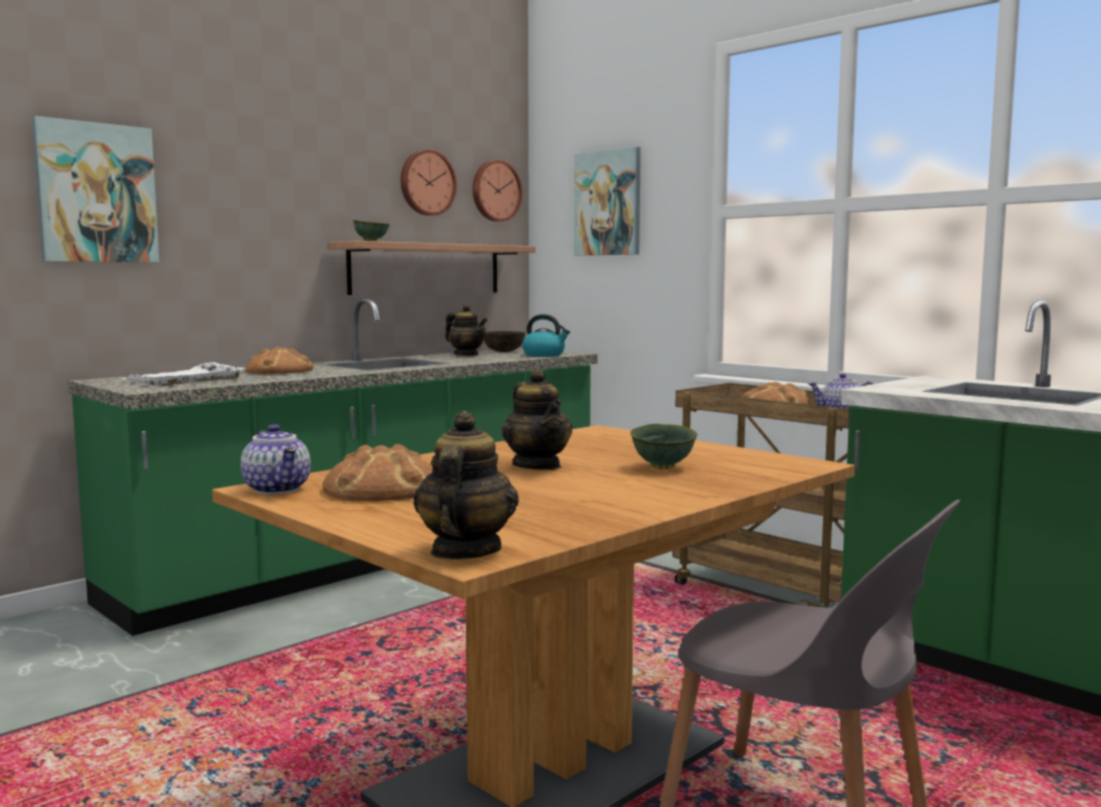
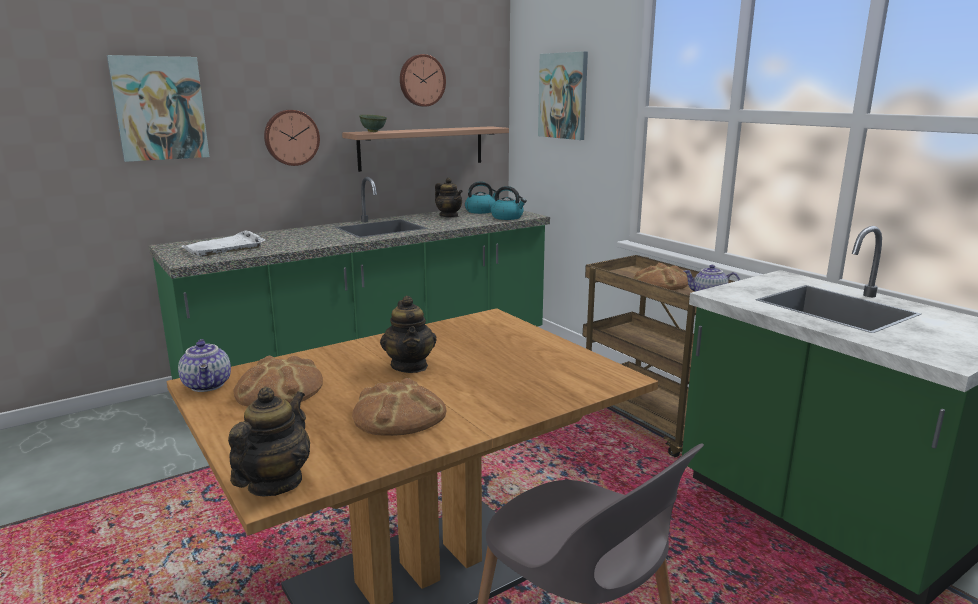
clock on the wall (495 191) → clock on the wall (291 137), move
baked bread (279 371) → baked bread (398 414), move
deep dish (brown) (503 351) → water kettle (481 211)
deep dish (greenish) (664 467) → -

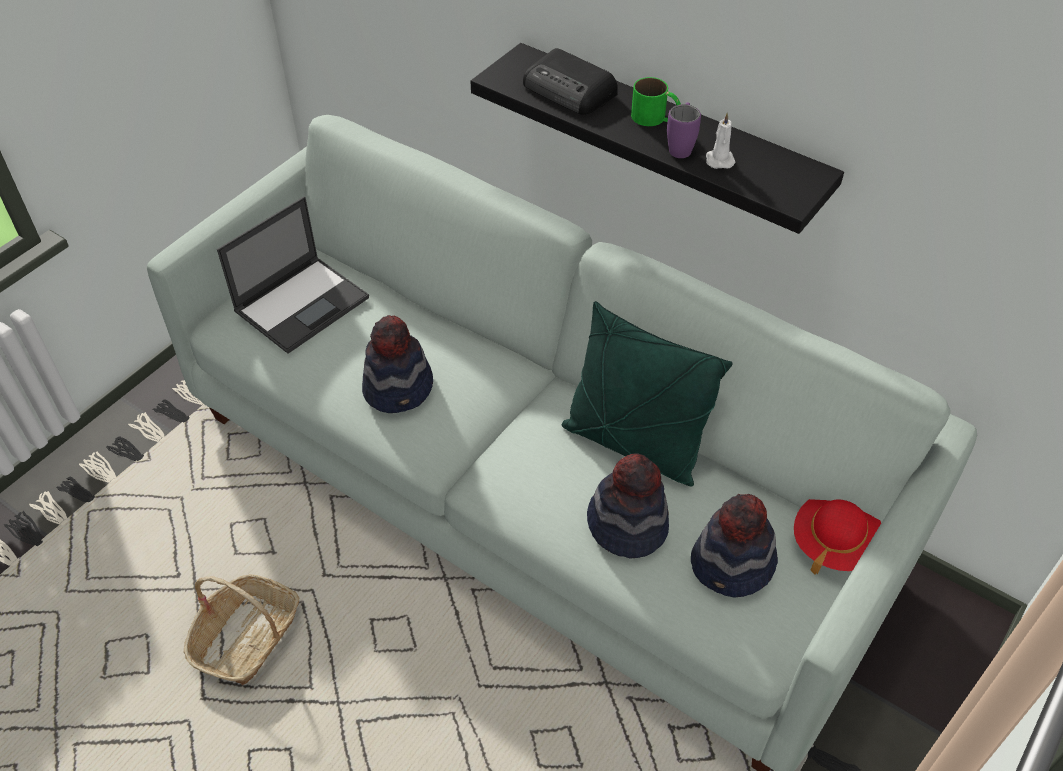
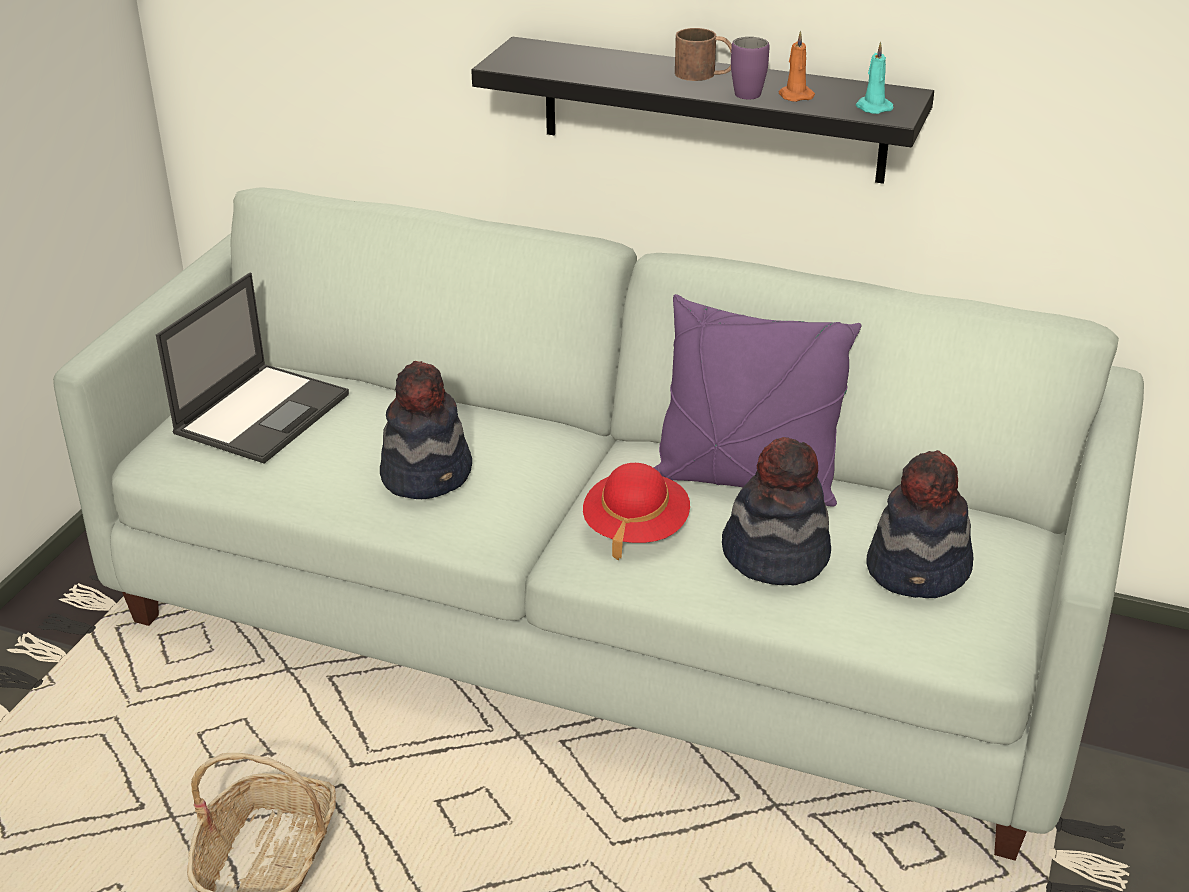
hat (reddish) (833 543) → hat (reddish) (635 528), move
throw pillow (greenish) (634 444) → throw pillow (purplish) (746 480)
tea mug (greenish) (656 118) → tea mug (brown) (705 74)
candle (white-coloured) (719 159) → candle (orangey) (794 95)
- → candle (turquoise-coloured) (872 107)
radio receiver (570 90) → -

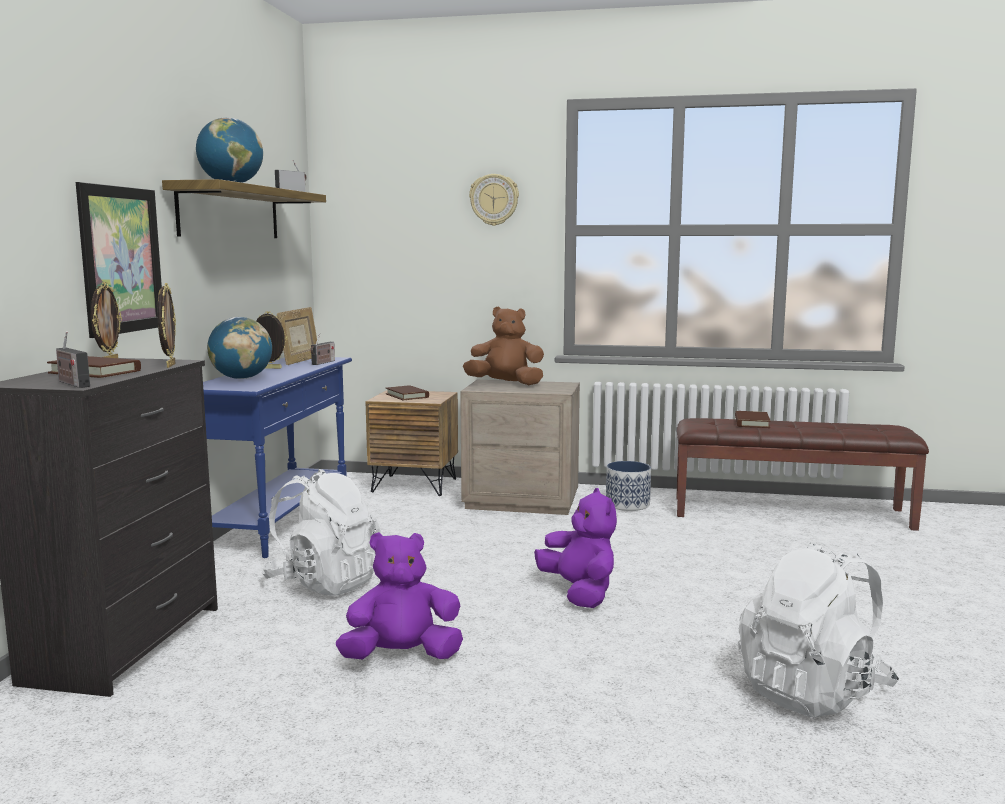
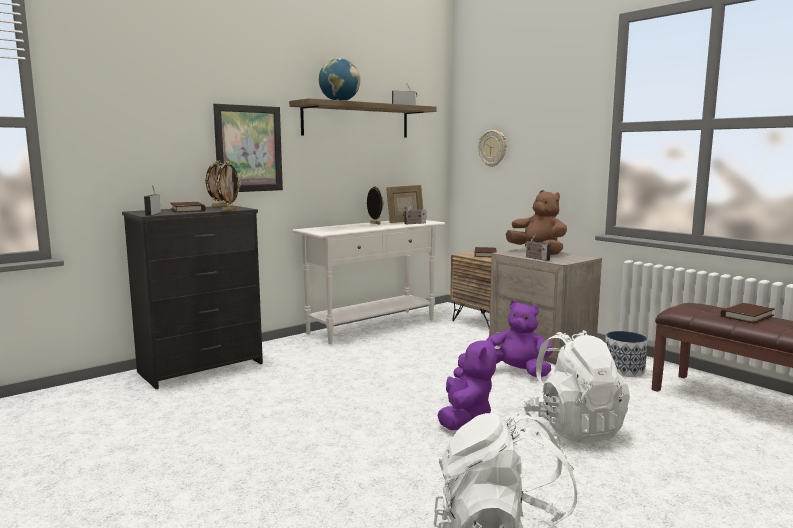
hall table (blue) (282 521) → hall table (white-coloured) (373 326)
clock on the wall (494 200) → clock on the wall (493 148), move
soft toy (purplish) (402 656) → soft toy (purplish) (517 371), move
knapsack (white-coloured) (324 583) → knapsack (white-coloured) (574 428), move
- → radio receiver (536 258)
globe (242 378) → -

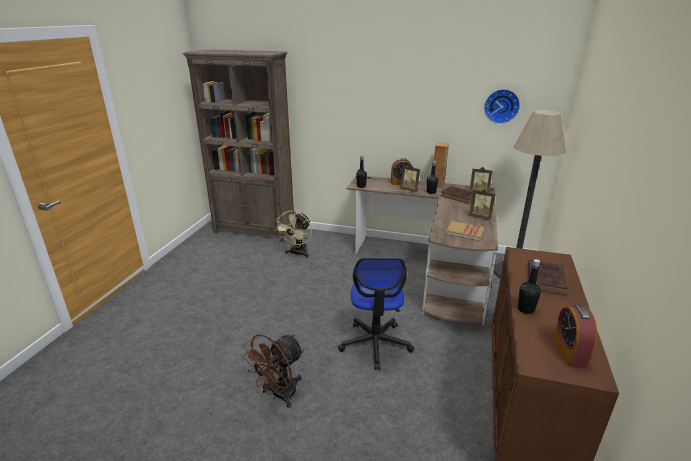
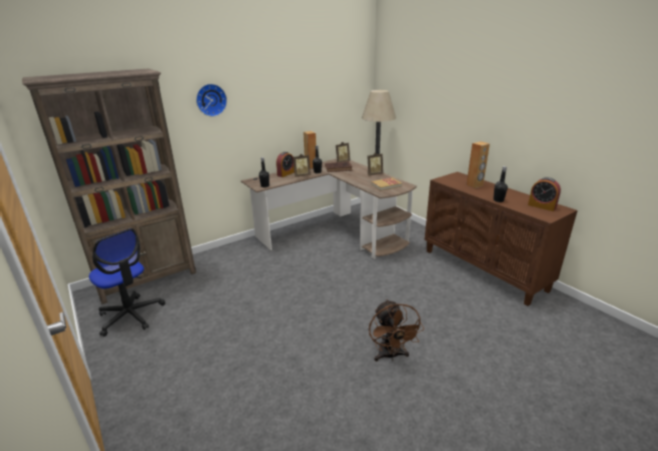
desk chair (375 344) → desk chair (131 315), move
clock on the wall (501 106) → clock on the wall (210 100), move
book (brown) (545 279) → audio speaker (brown) (474 185)
cooling fan (sand-coloured) (297 254) → -

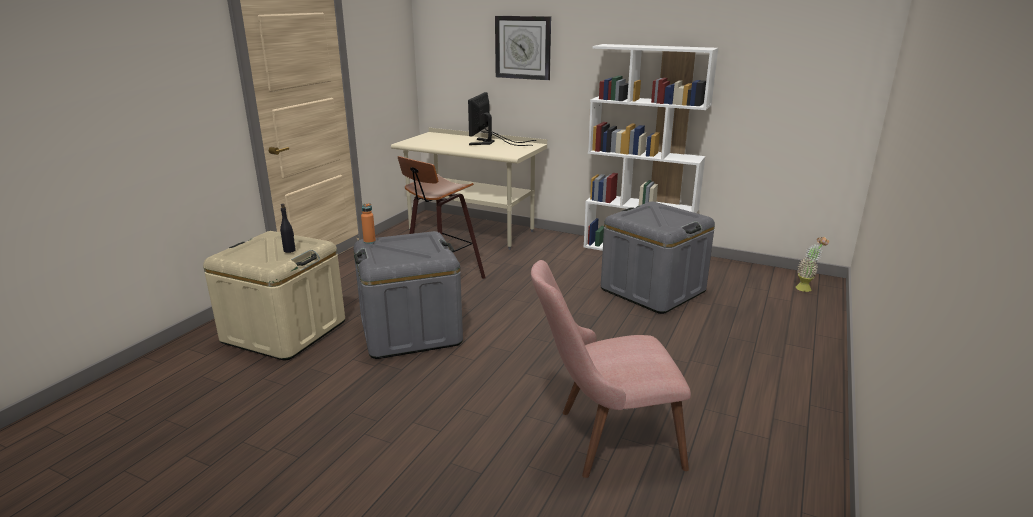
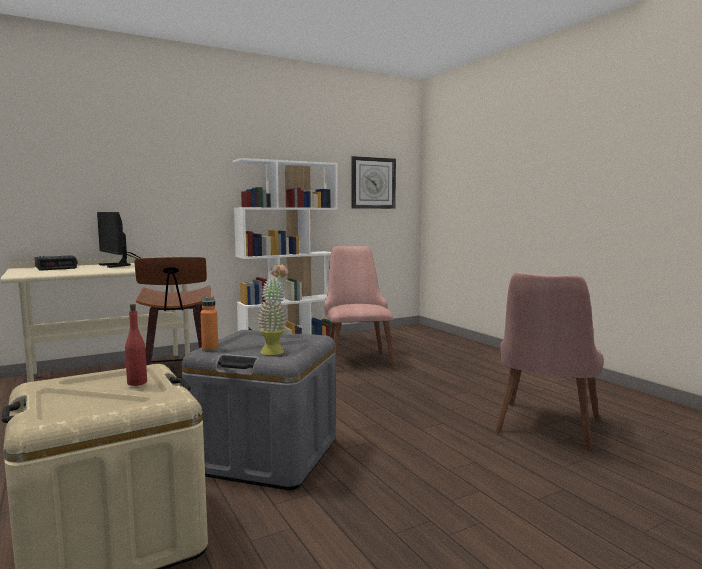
- → bedside clock (56 268)
drink bottle (blackish) (289 250) → drink bottle (reddish) (137 383)
potted plant (806 288) → potted plant (274 350), move
storage bin (grey) (652 290) → plain chair (pink-coloured) (356 358)
clock on the wall (523 47) → clock on the wall (373 183), move

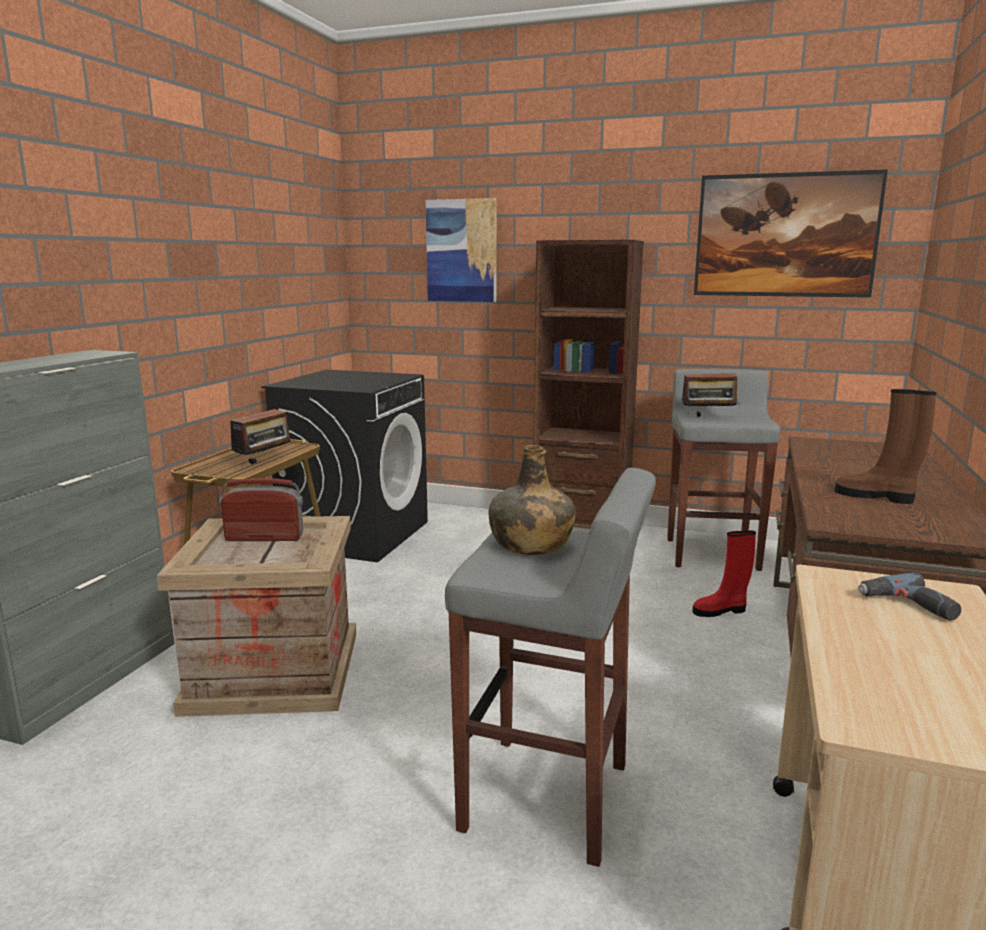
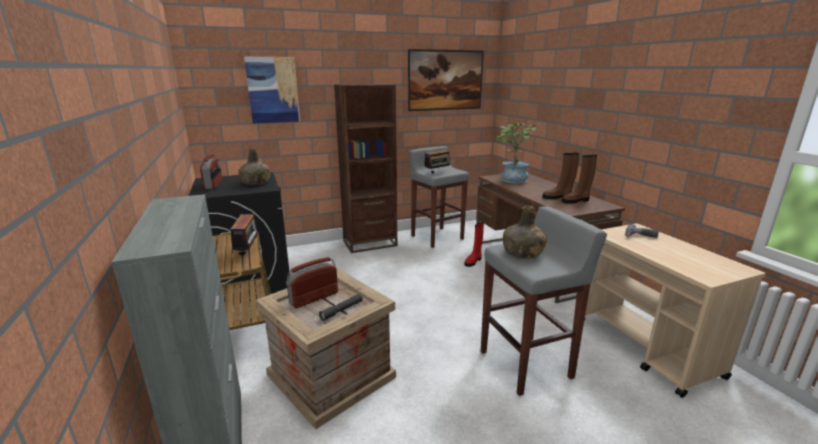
- → radio receiver (214 185)
- → drink bottle (greenish) (255 183)
- → torch (grey) (341 310)
- → potted plant (512 181)
- → tall boot (brown) (576 201)

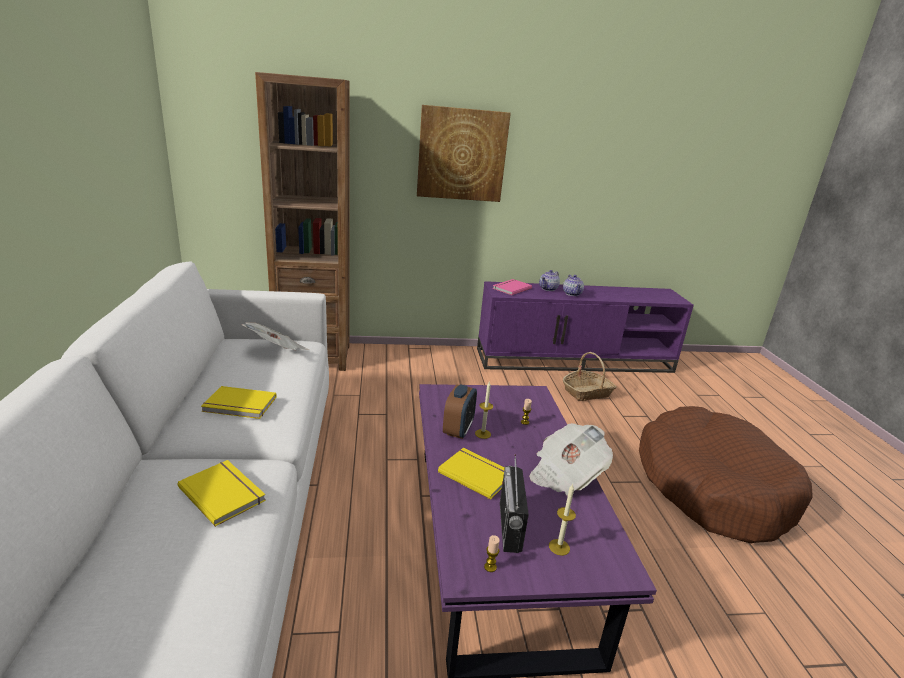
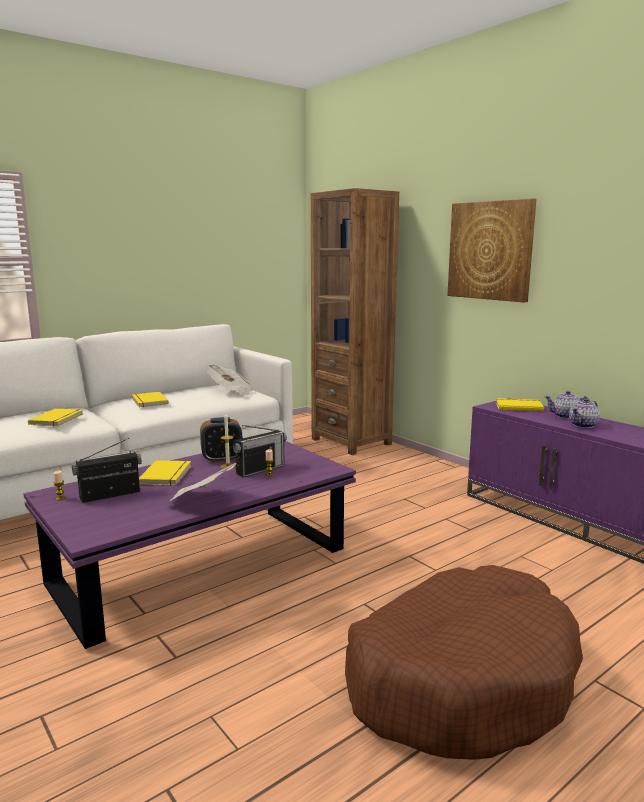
- → radio receiver (260 470)
book (pink-coloured) (511 288) → book (yellow) (518 406)
candle (559 547) → -
storage basket (587 392) → -

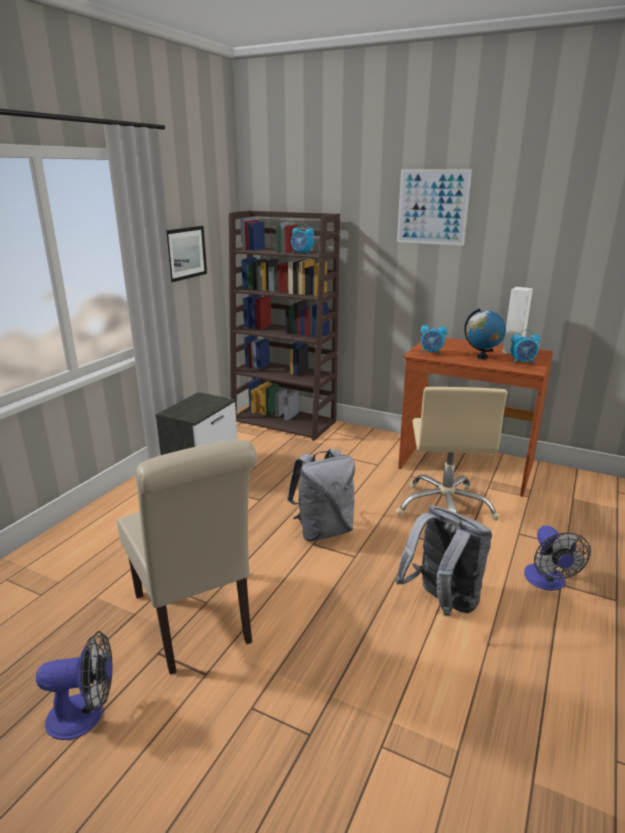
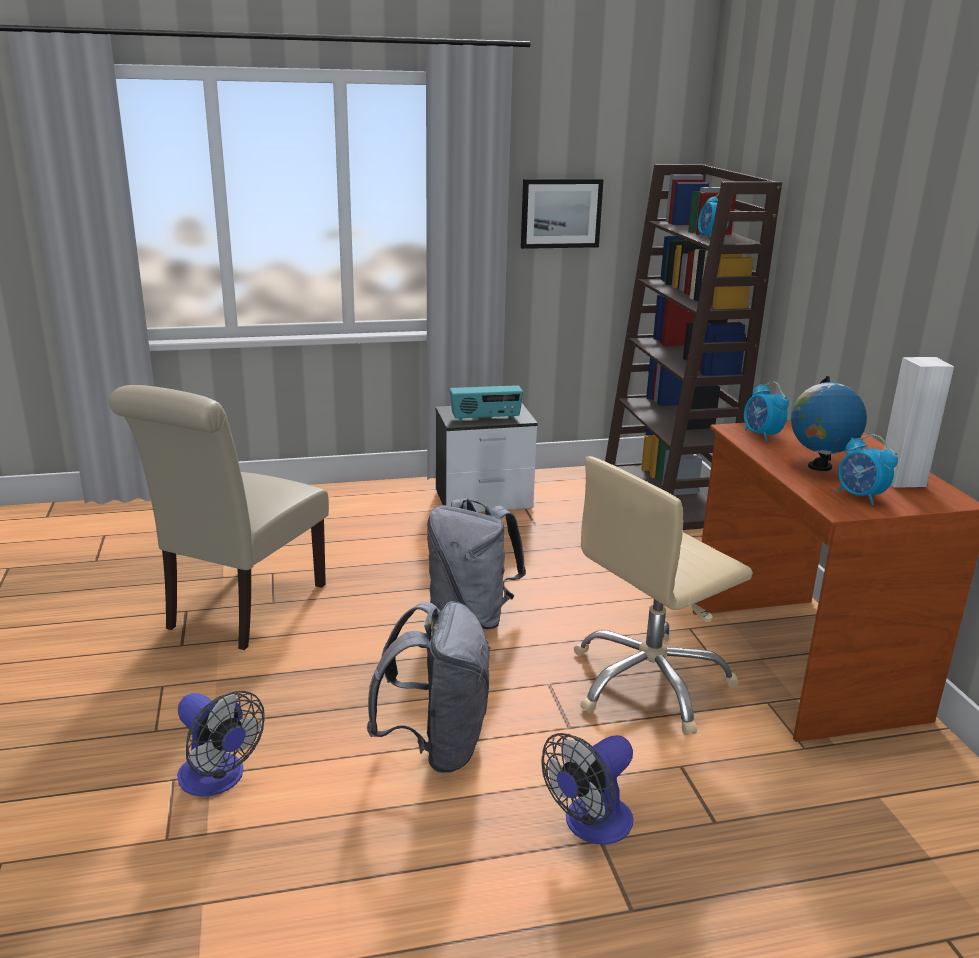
cooling fan (85 714) → cooling fan (218 780), move
- → radio receiver (485 419)
wall picture (432 207) → -

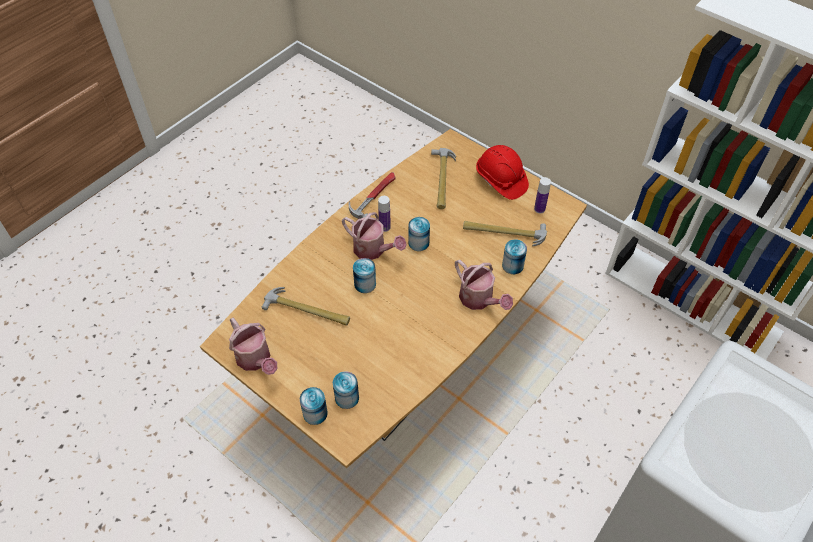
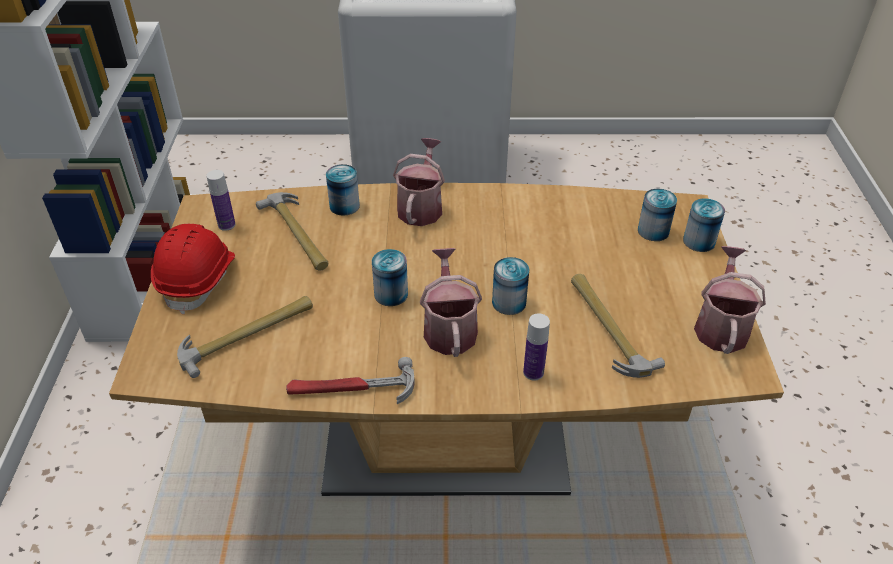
drink bottle (384 227) → drink bottle (533 372), move

